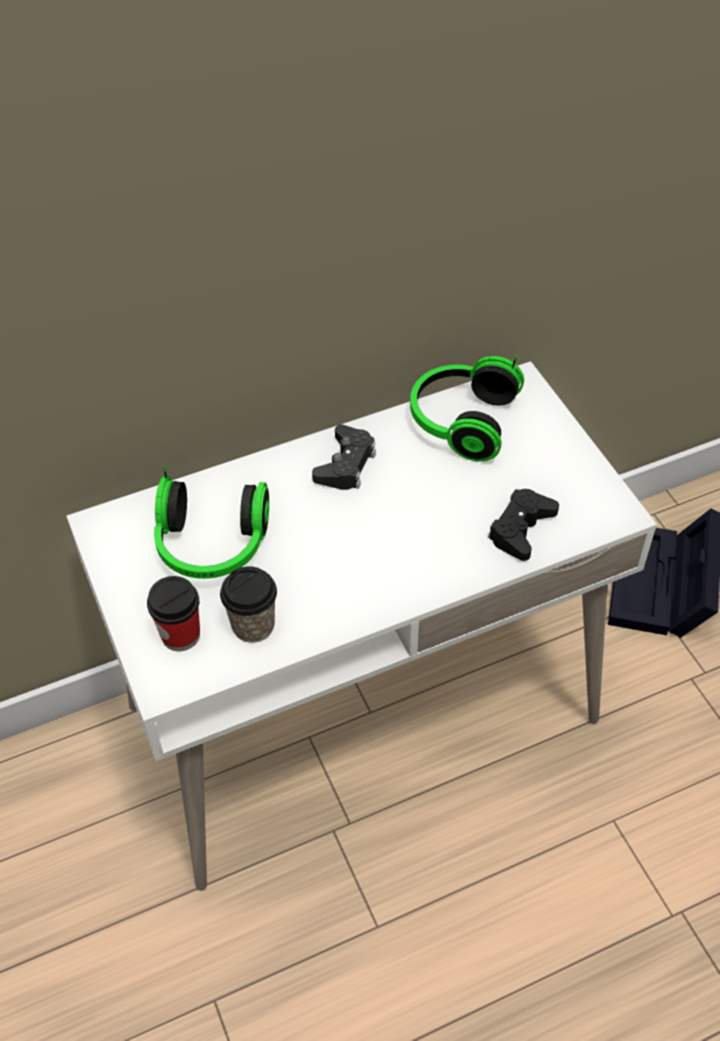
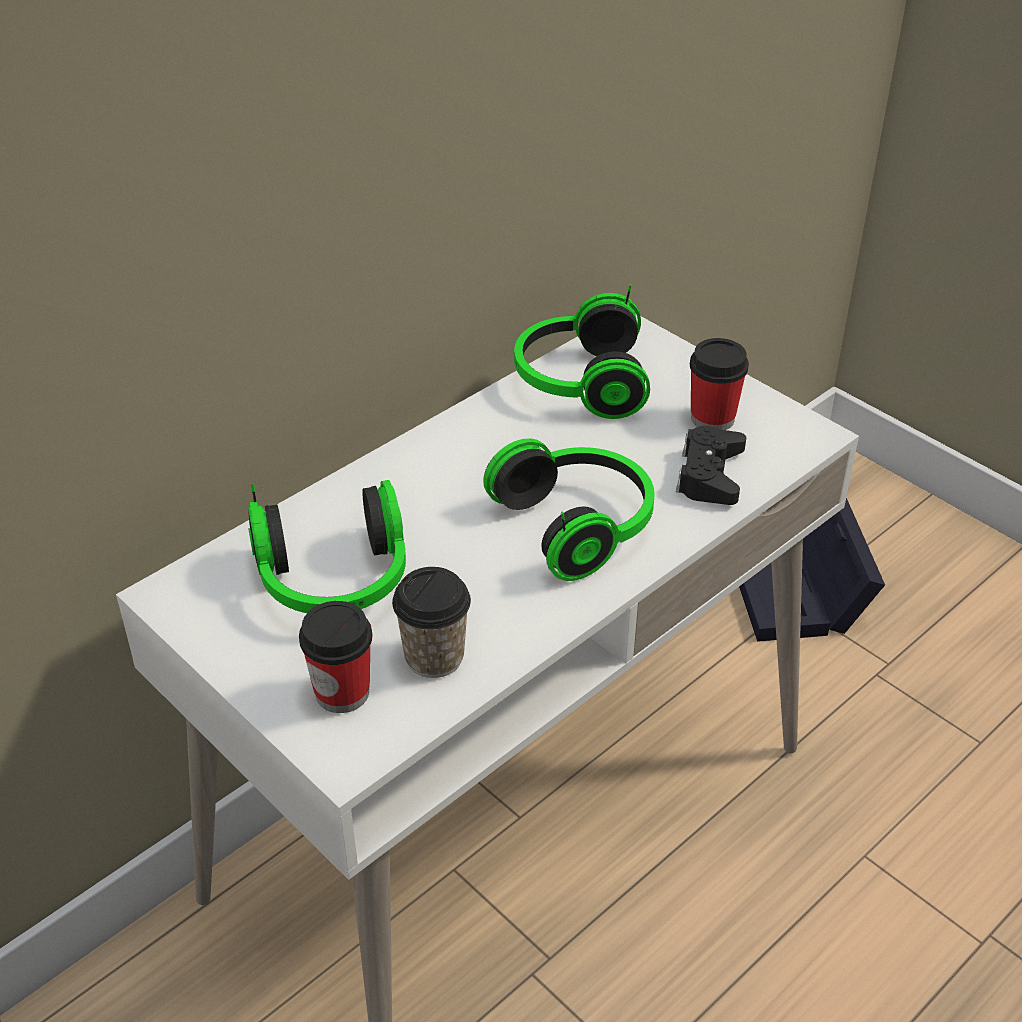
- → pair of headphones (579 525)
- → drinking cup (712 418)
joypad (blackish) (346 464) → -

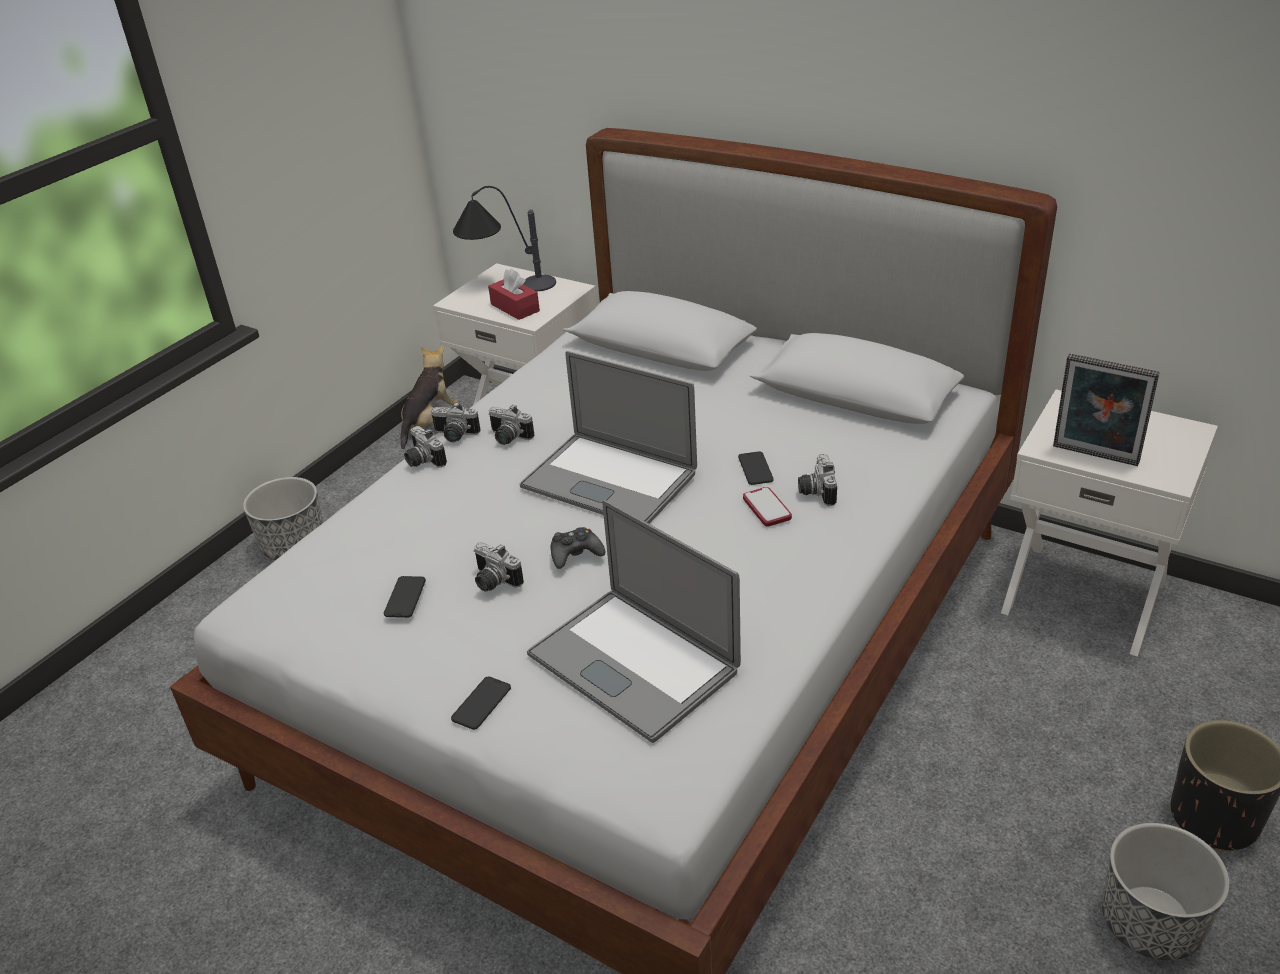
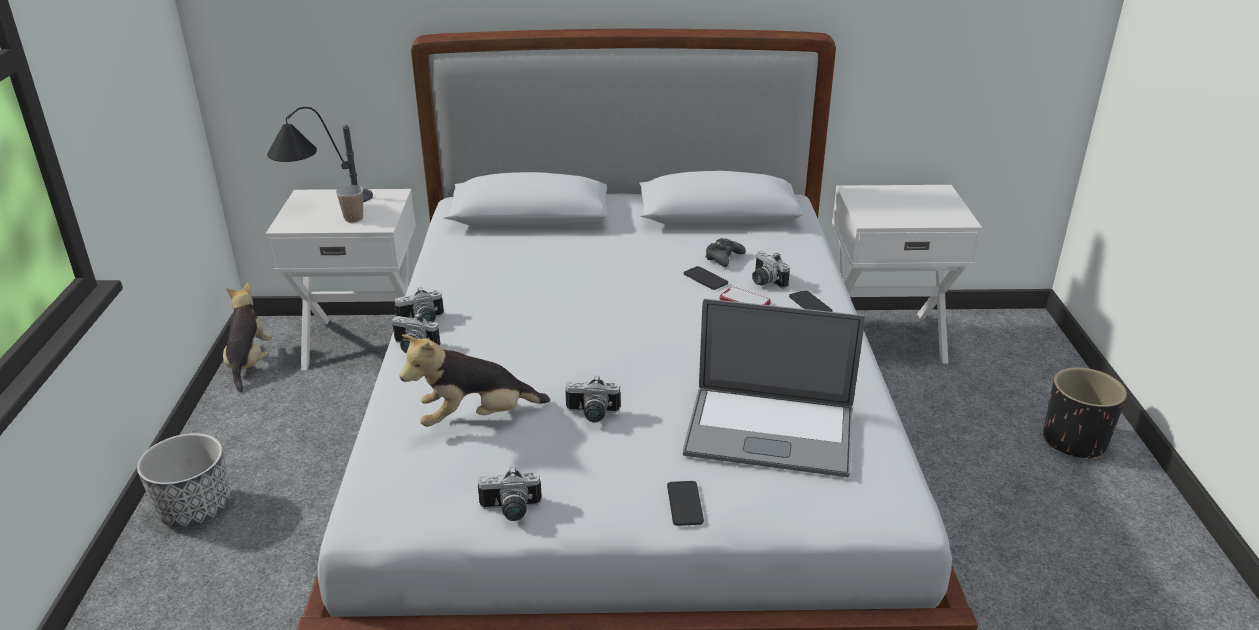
tissue holder (reddish) (515 308) → drinking cup (353 218)
- → soft toy (475 418)
photo camera (508 438) → photo camera (510 510), move
joypad (blackish) (575 553) → joypad (blackish) (723 258), move
handset (405 597) → handset (810 304), move
laptop (609 480) → -
photo frame (1094 457) → -
flower pot (1150 923) → -

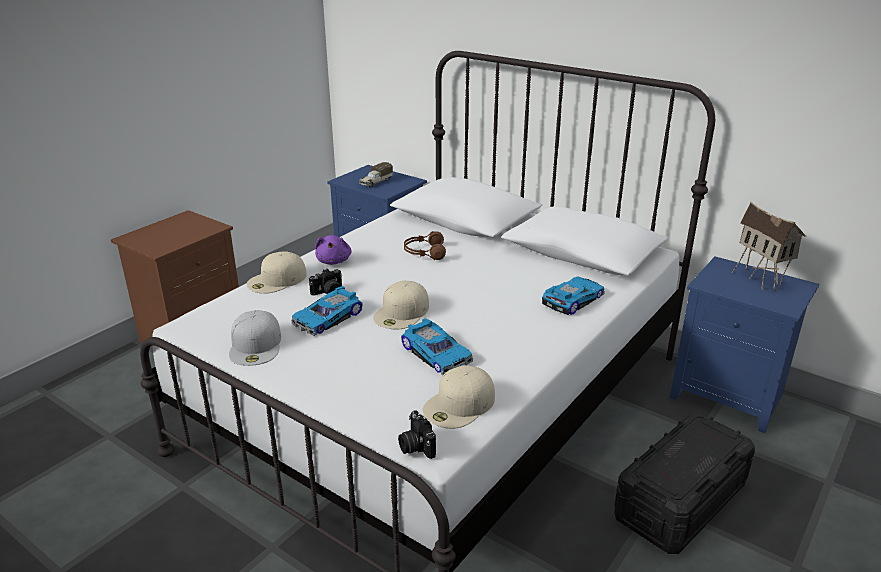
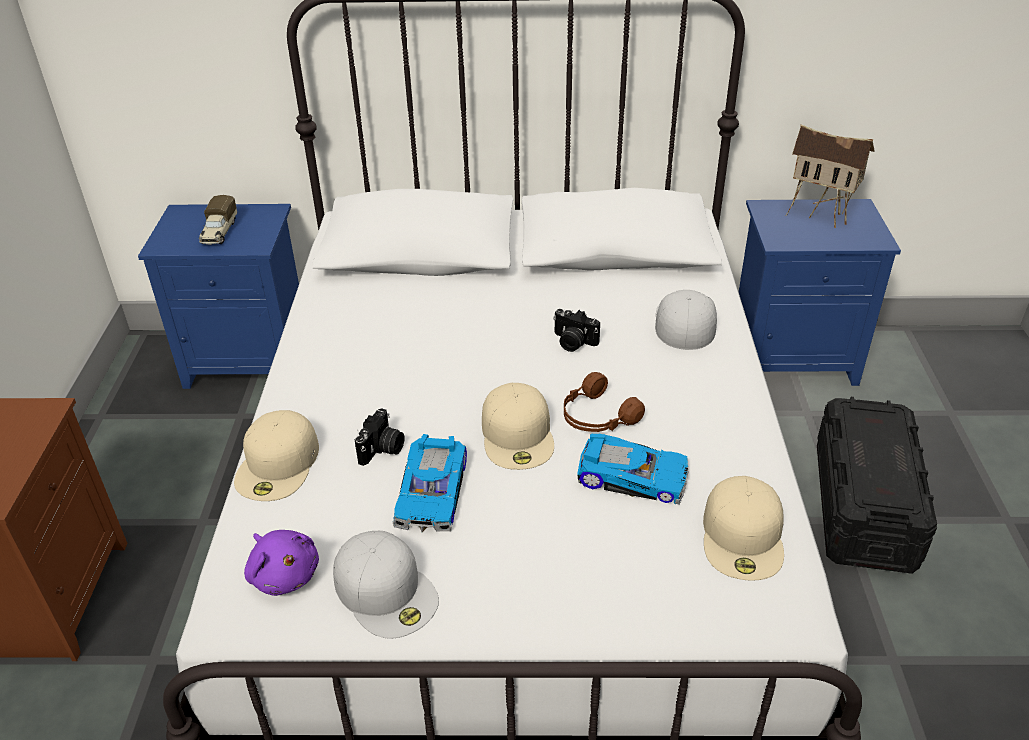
soft toy (purplish) (334 261) → soft toy (purplish) (284 574), move
photo camera (415 446) → photo camera (573 342), move
pair of headphones (brown) (424 252) → pair of headphones (brown) (596 417), move
toy car (571 299) → peaked cap (white-coloured) (684 322)

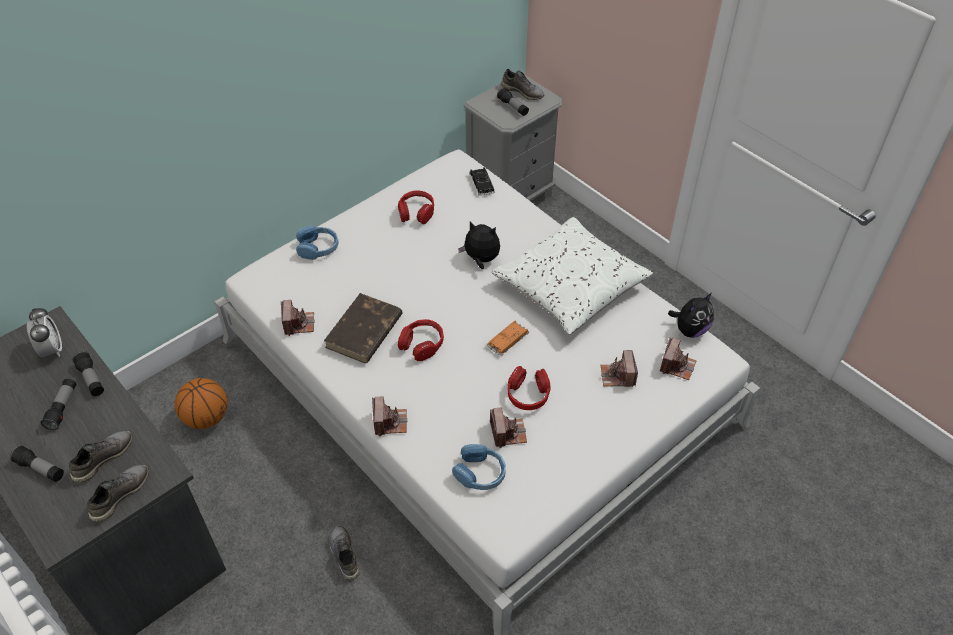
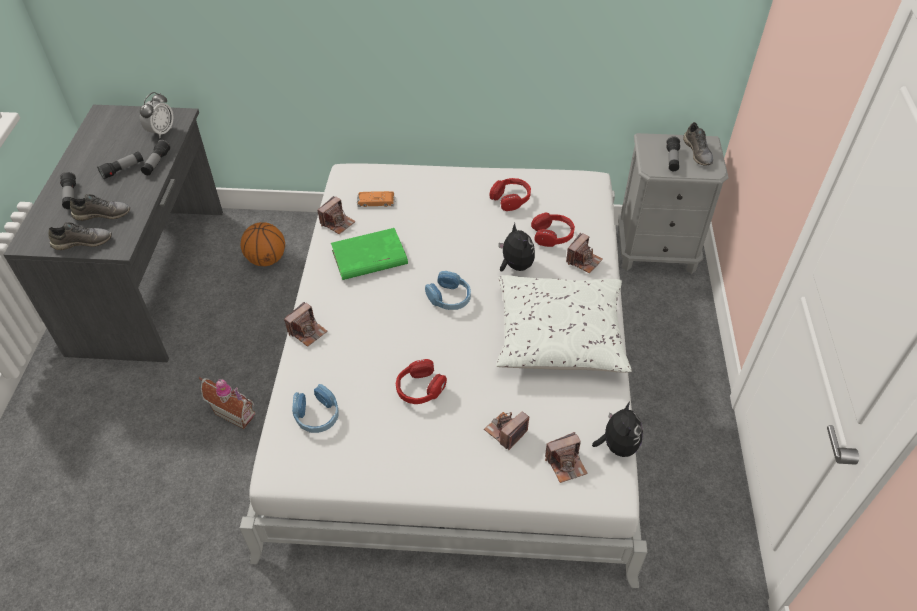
item of footwear (grey) (343 555) → model house (236 412)
book (brown) (364 332) → book (greenish) (368 258)
toy car (orangey) (508 340) → toy car (orangey) (376 201), move
pair of headphones (blue) (318 248) → pair of headphones (blue) (449 298), move
pair of headphones (reddish) (422 344) → pair of headphones (reddish) (552 235), move
photo camera (508 433) → photo camera (583 260), move
soft toy (690 330) → soft toy (617 445), 90 degrees counterclockwise
toy car (blackish) (482 184) → -

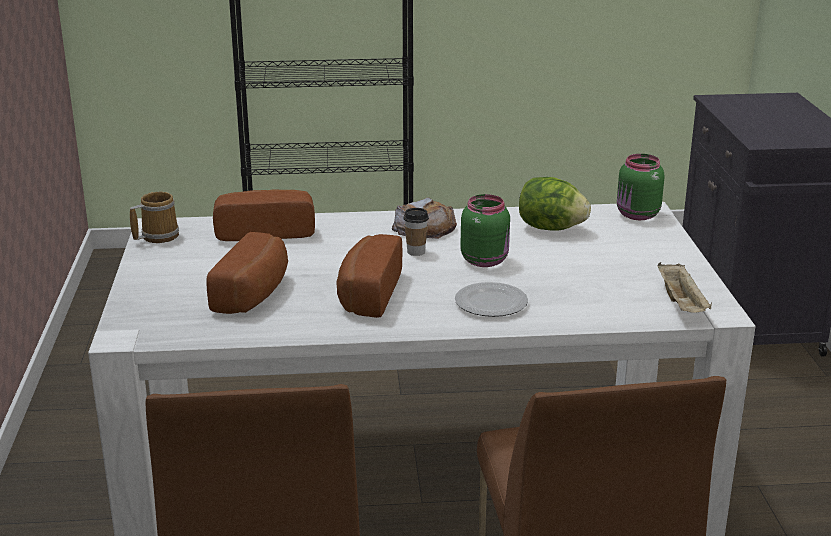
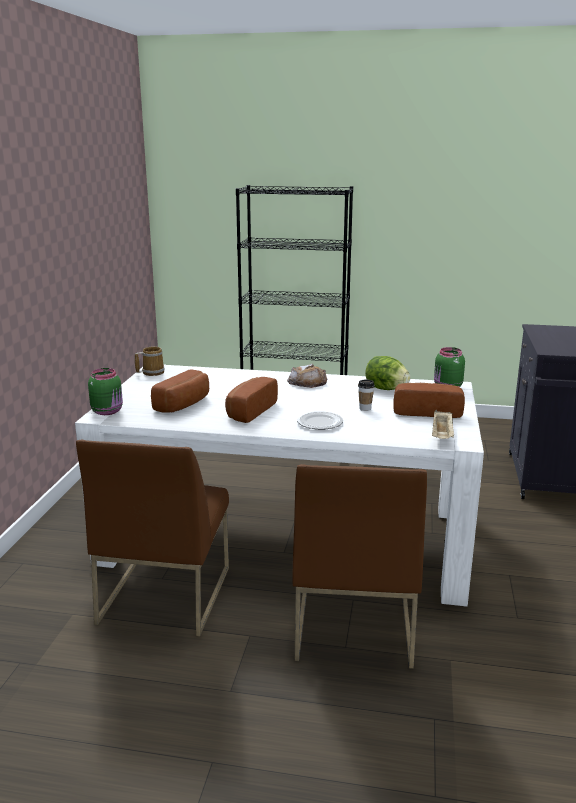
jar (greenish) (485 260) → jar (greenish) (108 411), move
drinking cup (416 252) → drinking cup (365 408), move
baked bread (265 231) → baked bread (427 411), move

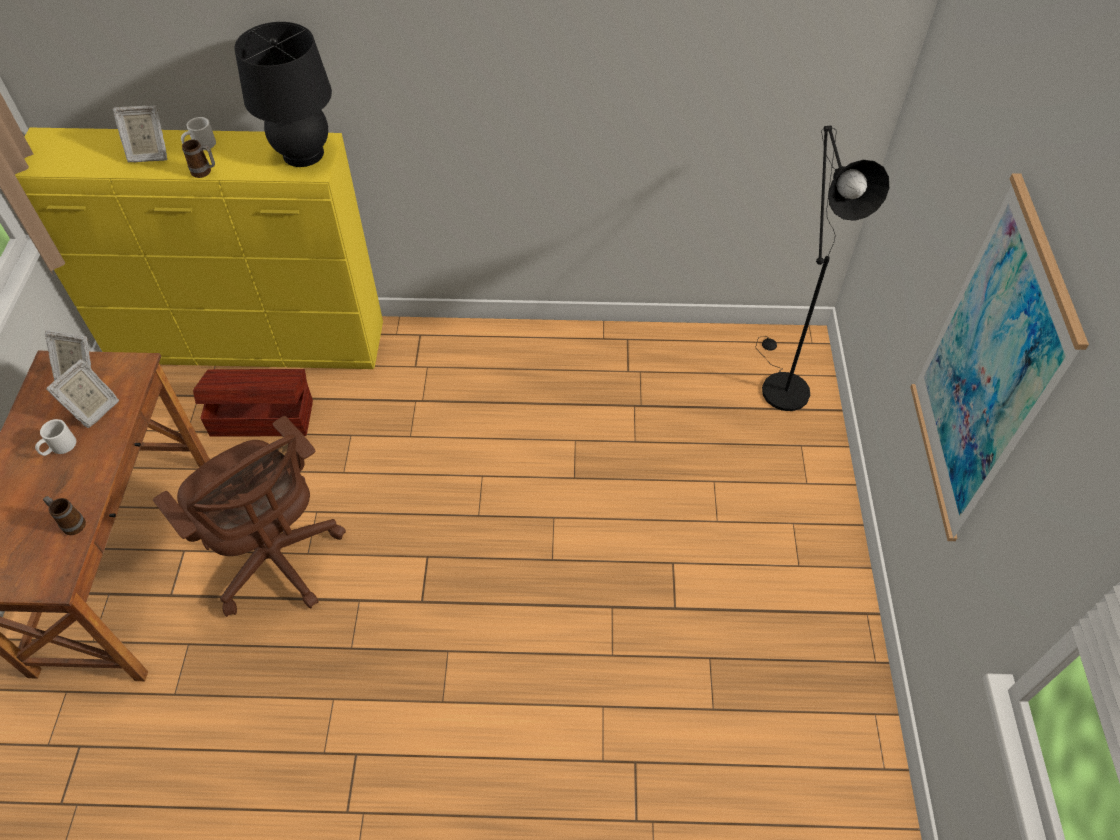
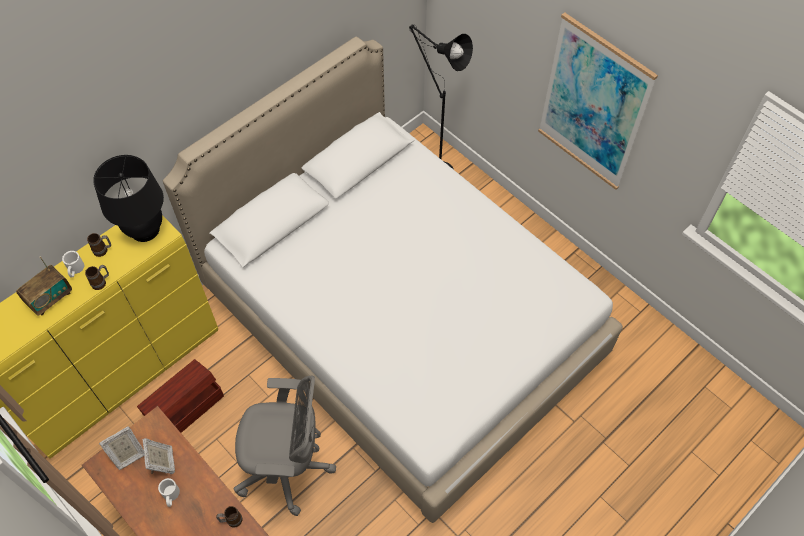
photo frame (148 154) → radio receiver (50 298)
- → tea mug (103 250)
- → bedroom bed (white-coloured) (401 323)
desk chair (brown) (276 560) → desk chair (grey) (287 468)

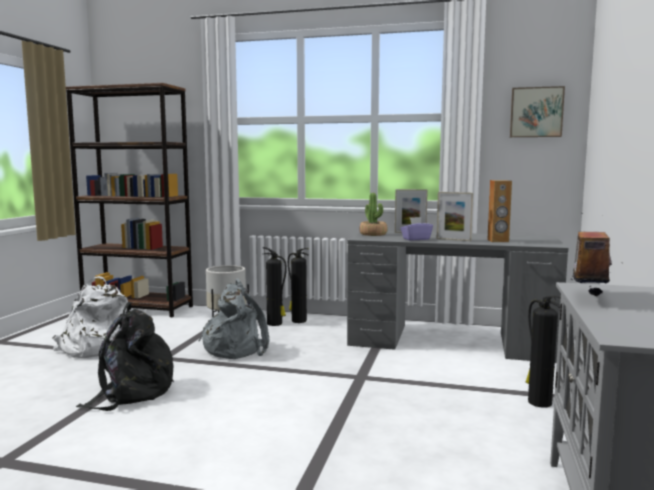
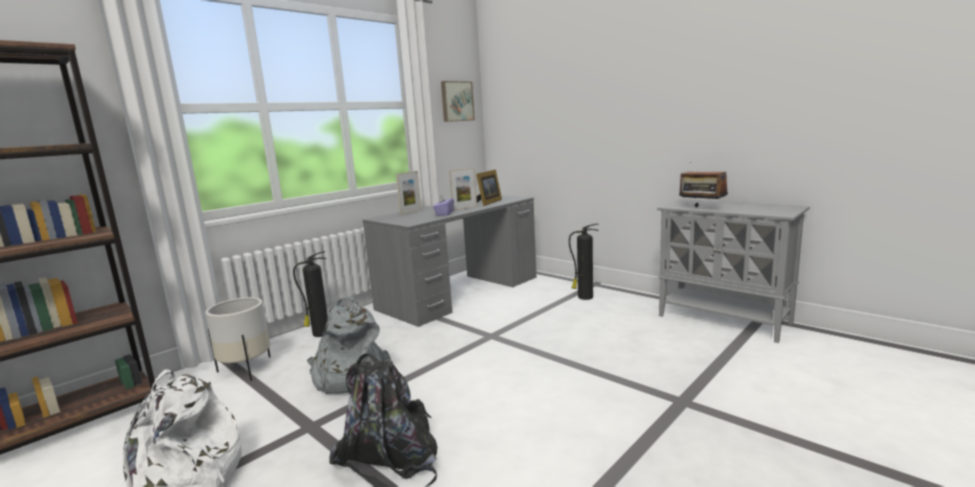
audio speaker (brown) (498 241) → photo frame (487 203)
fire-fighting cylinder (275 324) → -
potted plant (373 234) → -

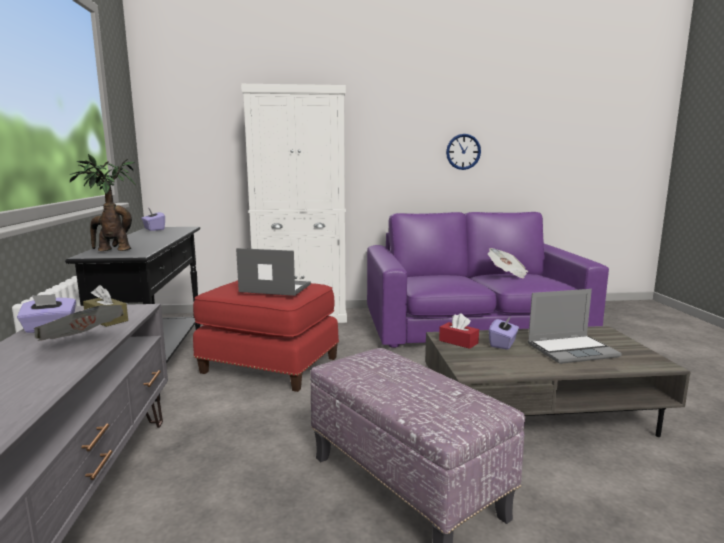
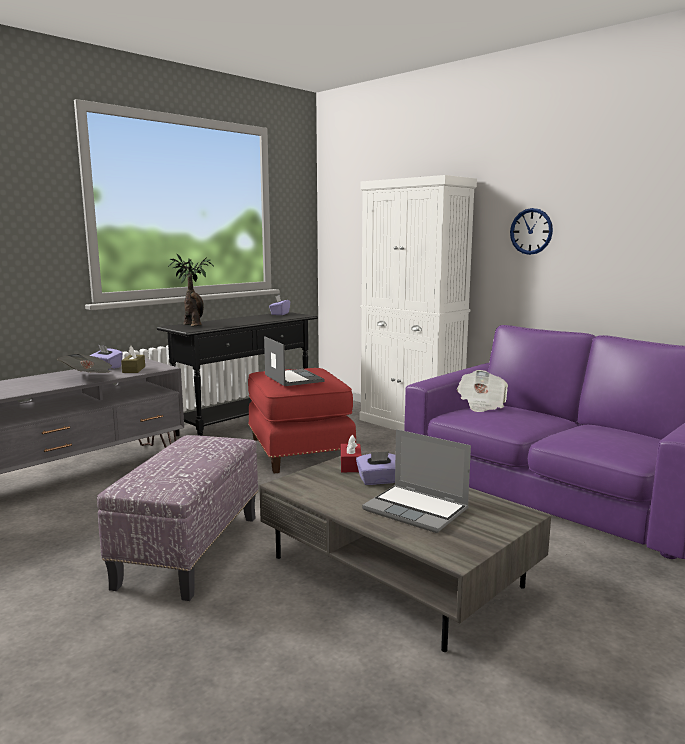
daily paper (507 274) → daily paper (481 405), move
clock on the wall (463 151) → clock on the wall (531 231), move

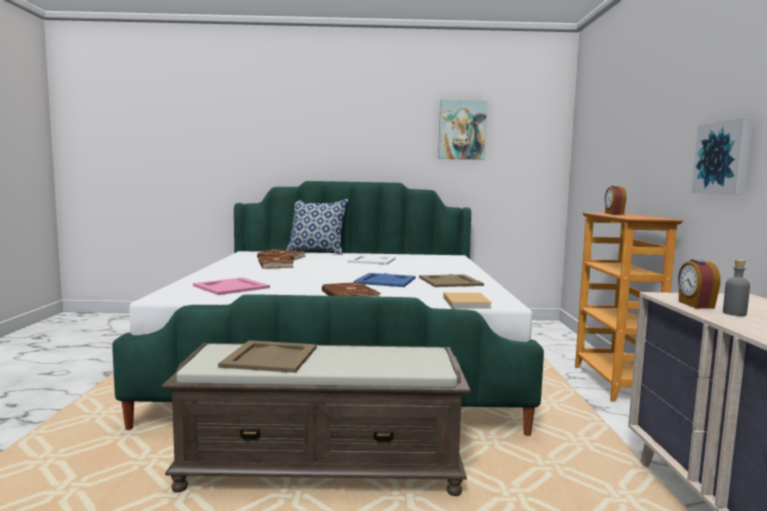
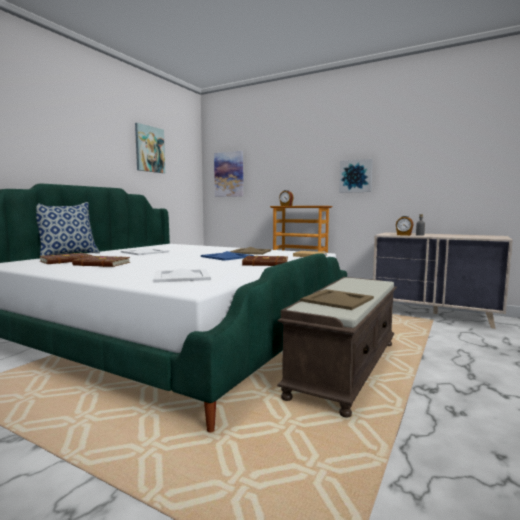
carrying tray (pink-coloured) (232 287) → carrying tray (white-coloured) (182 276)
- → wall picture (229 174)

